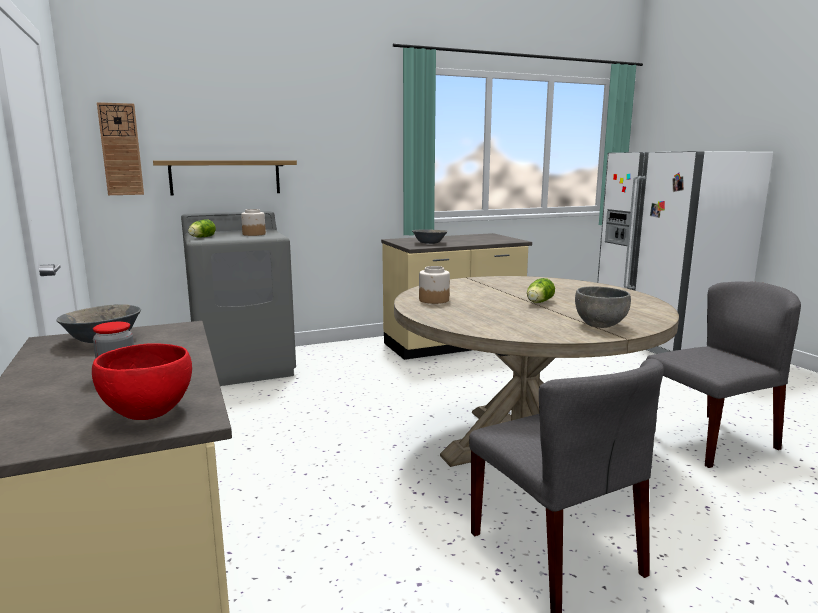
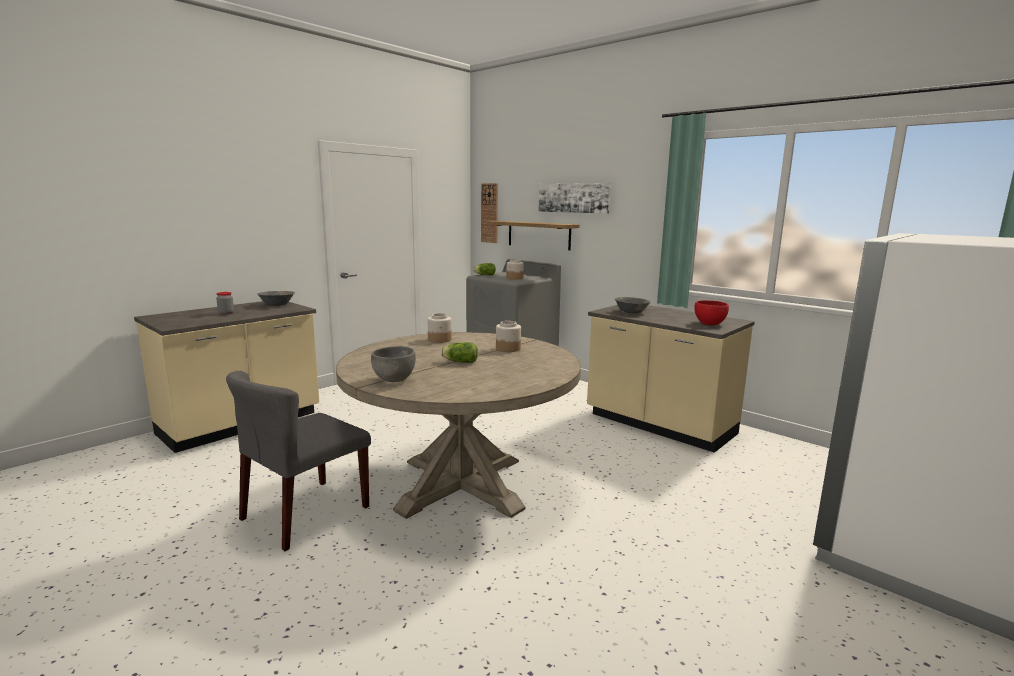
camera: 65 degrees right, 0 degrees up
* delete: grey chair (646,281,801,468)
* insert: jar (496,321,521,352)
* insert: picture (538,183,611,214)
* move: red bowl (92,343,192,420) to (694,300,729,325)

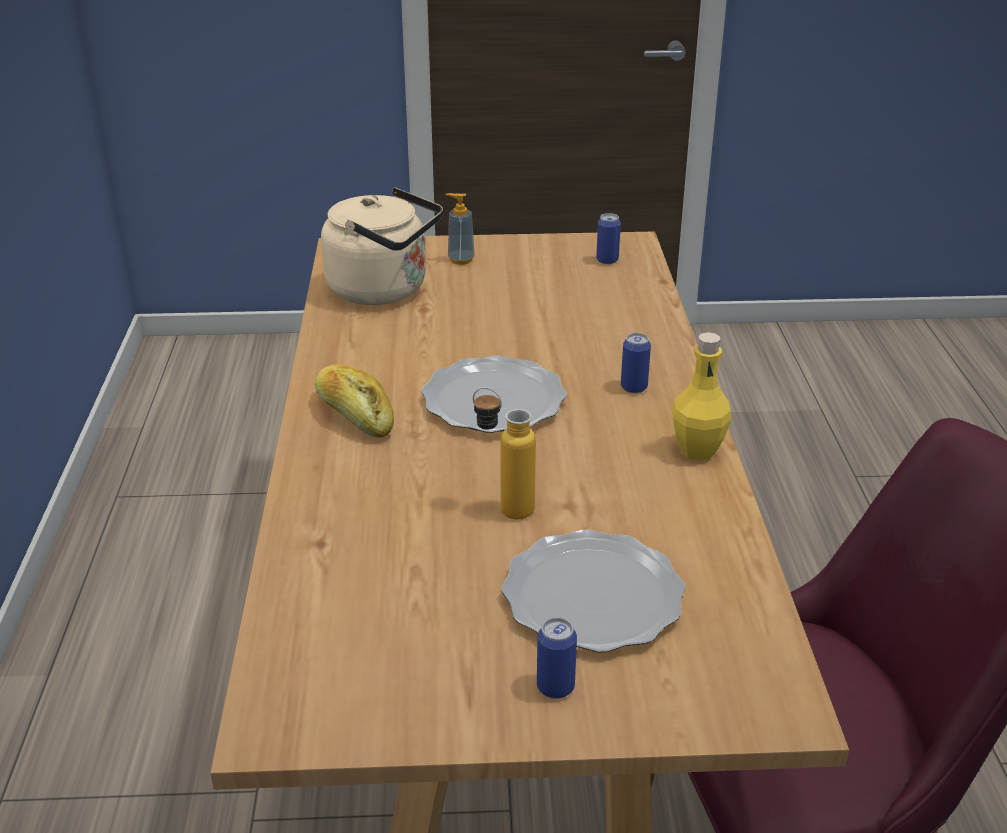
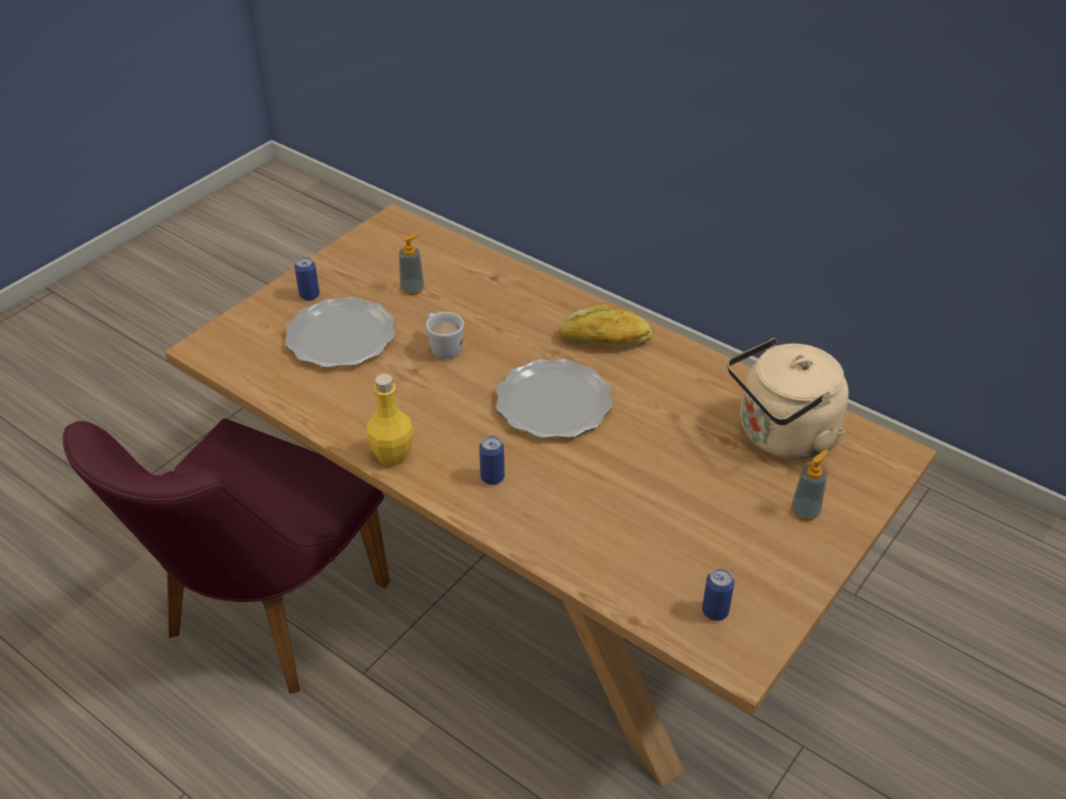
camera: 130 degrees right, 10 degrees up
* insert: soap dispenser (399,233,424,295)
* replace: bottle (473,387,536,519) to white mug (426,312,464,359)

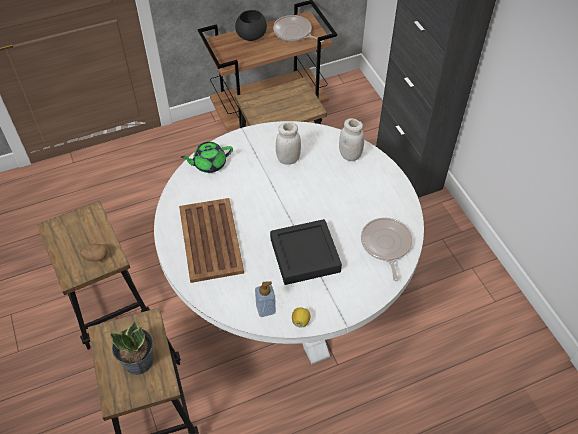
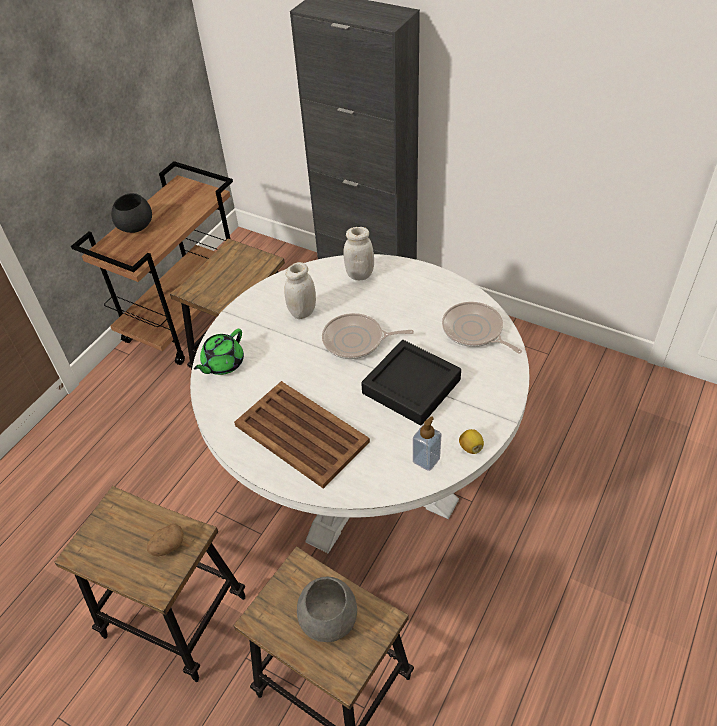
camera: 35 degrees left, 5 degrees down
* move: frying pan (273,15,324,42) to (322,313,414,359)
* replace: potted plant (110,322,153,375) to grey bowl (297,577,357,642)

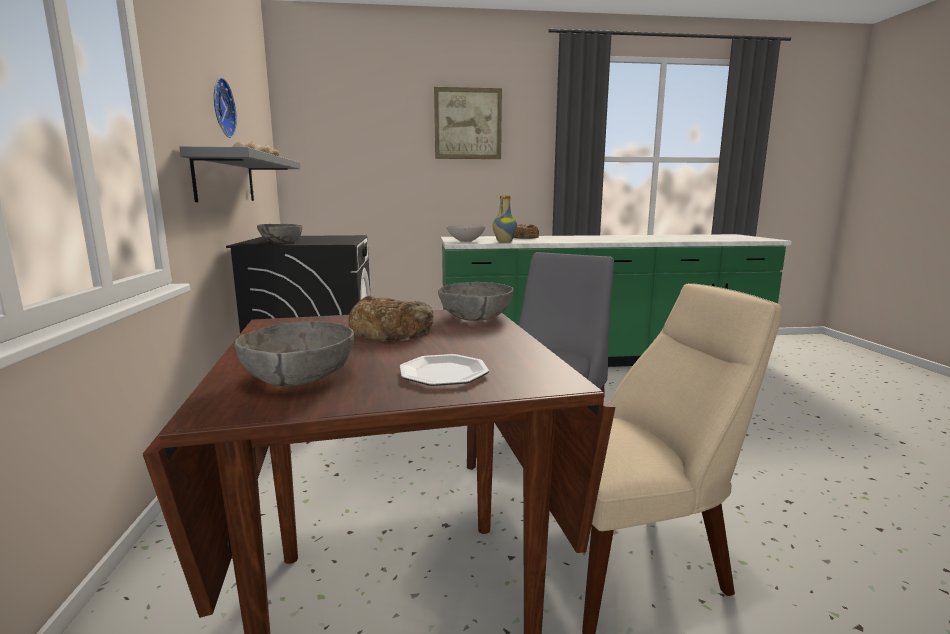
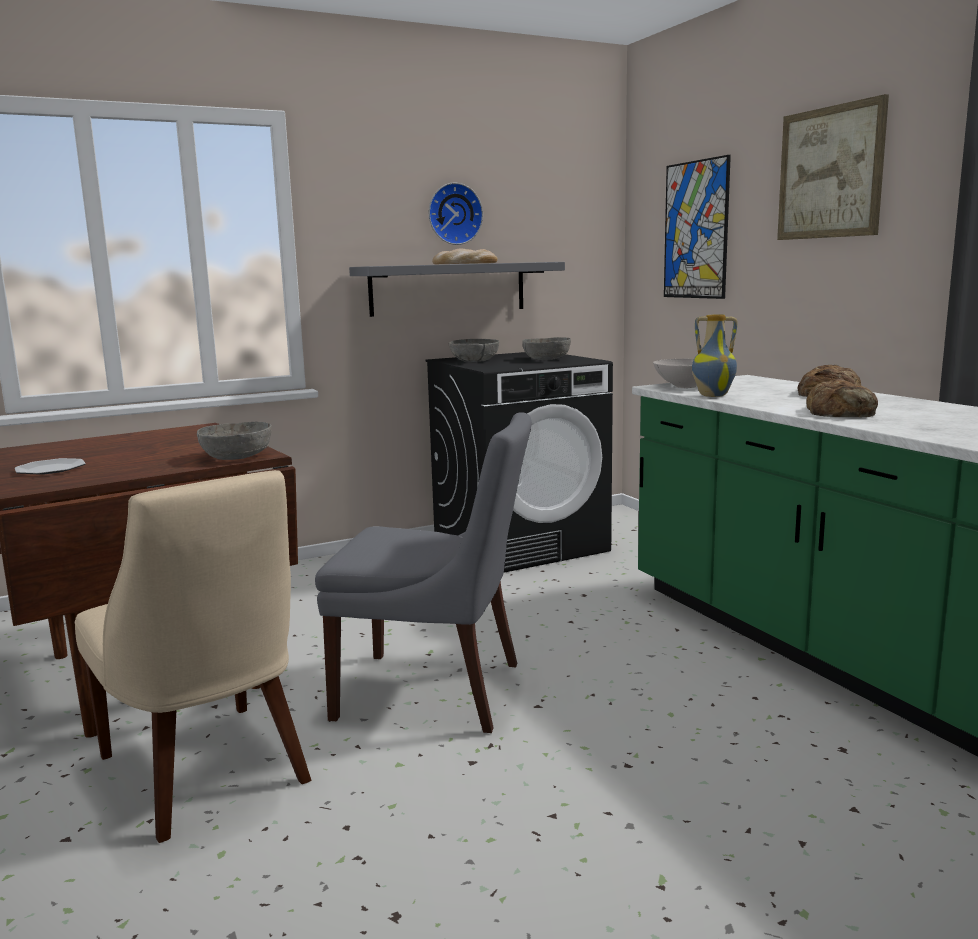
camera: 70 degrees right, 0 degrees up
* insert: picture (664,155,731,299)
* move: grey bowl (235,321,354,386) to (522,337,571,360)
* move: bread (348,296,433,342) to (806,378,878,417)

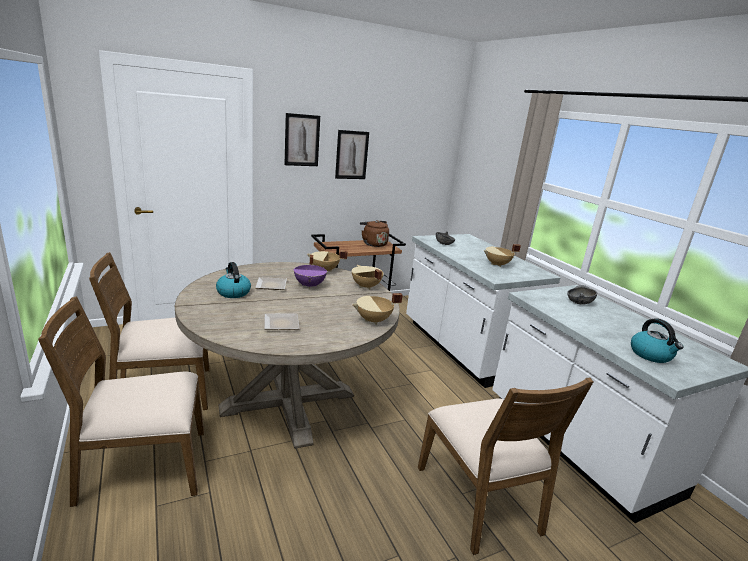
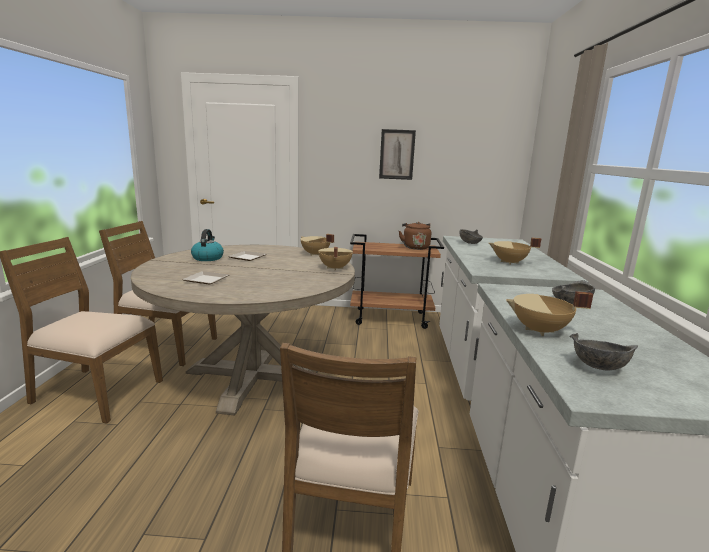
camera: 30 degrees right, 5 degrees down
* delete: picture (284,113,320,166)
* delete: purple cooking pot (294,255,327,289)
* move: beige cooking pot (352,293,403,325) to (506,291,593,336)
* replace: kettle (631,319,683,363) to grey bowl (570,333,638,371)

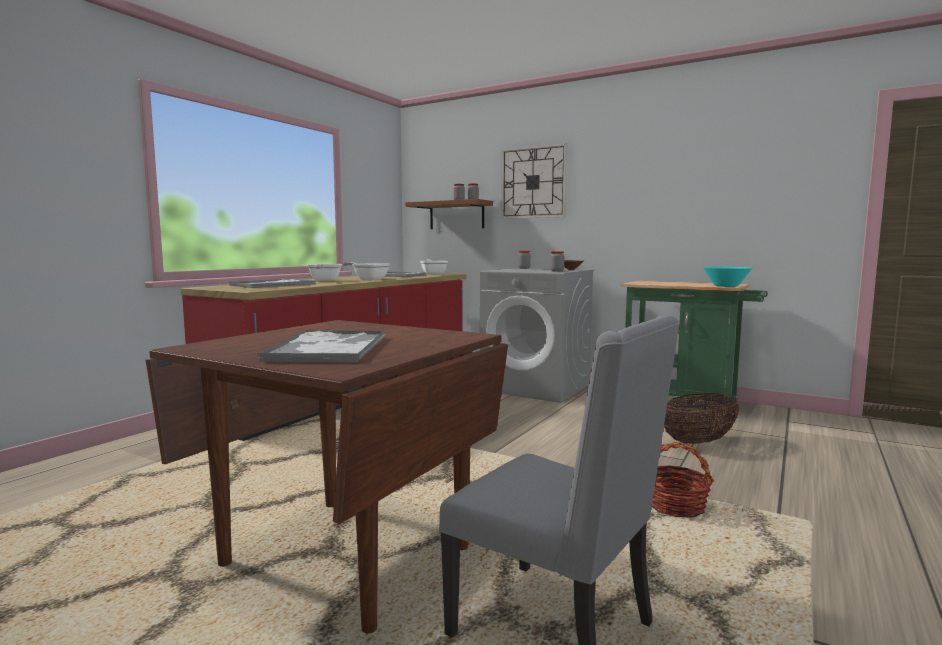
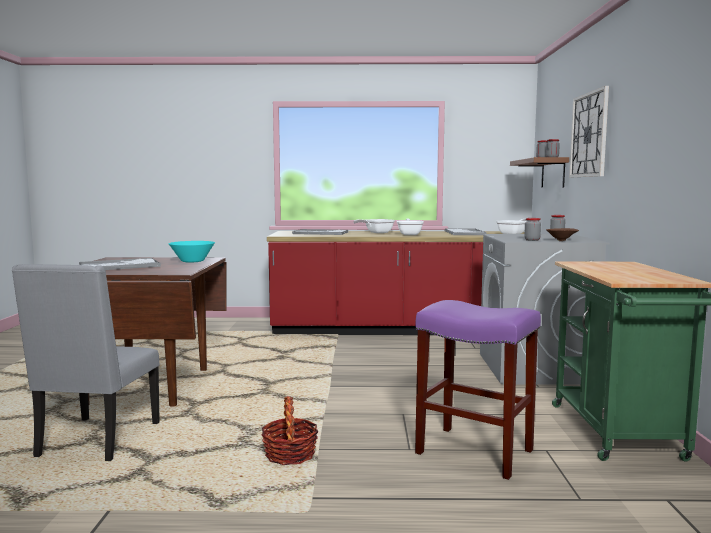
camera: 60 degrees right, 0 degrees up
* move: turquoise bowl (703,267,752,287) to (169,241,215,262)
* replace: basket (664,393,739,444) to purple stool (415,300,541,480)

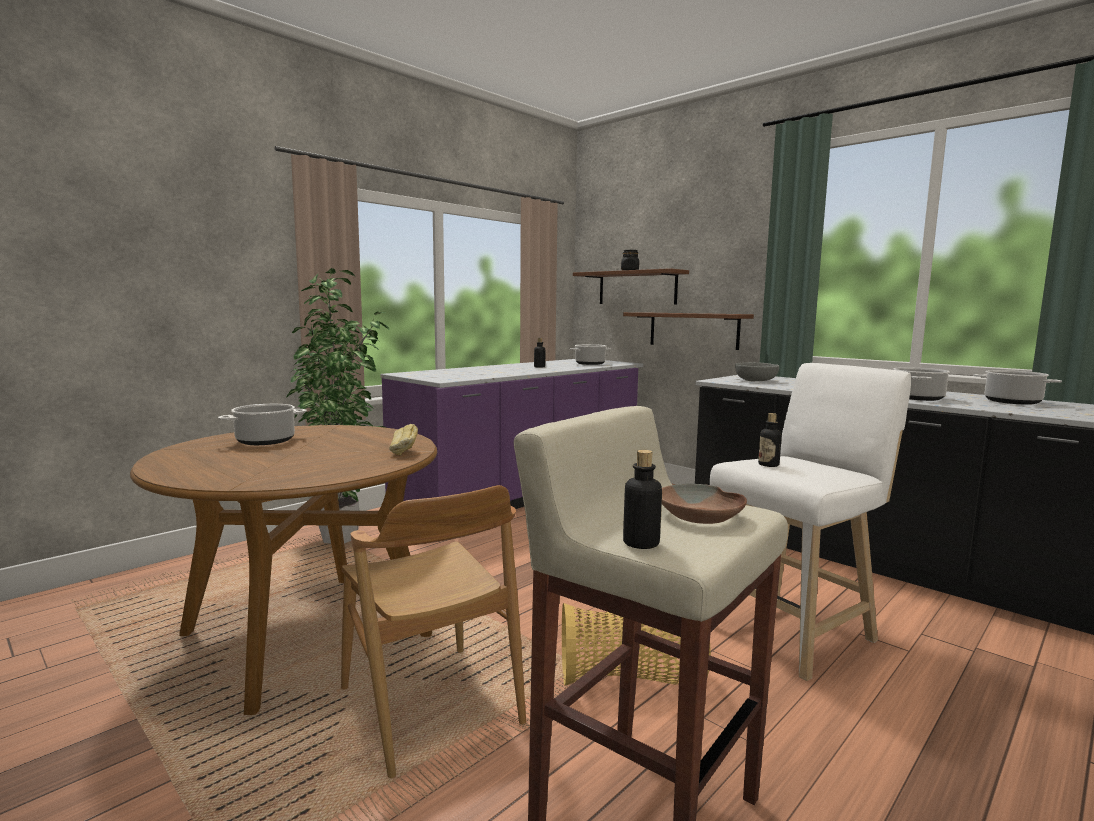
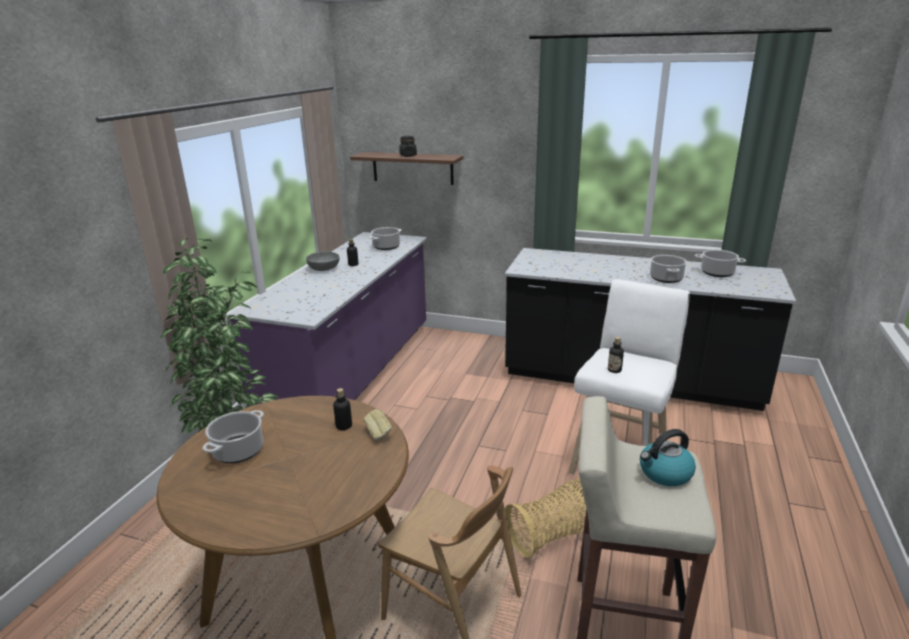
camera: 25 degrees left, 15 degrees up
* delete: brown shelf (623,312,754,350)
* move: bottle (623,450,662,549) to (333,388,352,430)
* move: grey bowl (735,362,779,381) to (306,251,339,271)
* replace: brown bowl (662,484,747,524) to kettle (640,429,696,486)

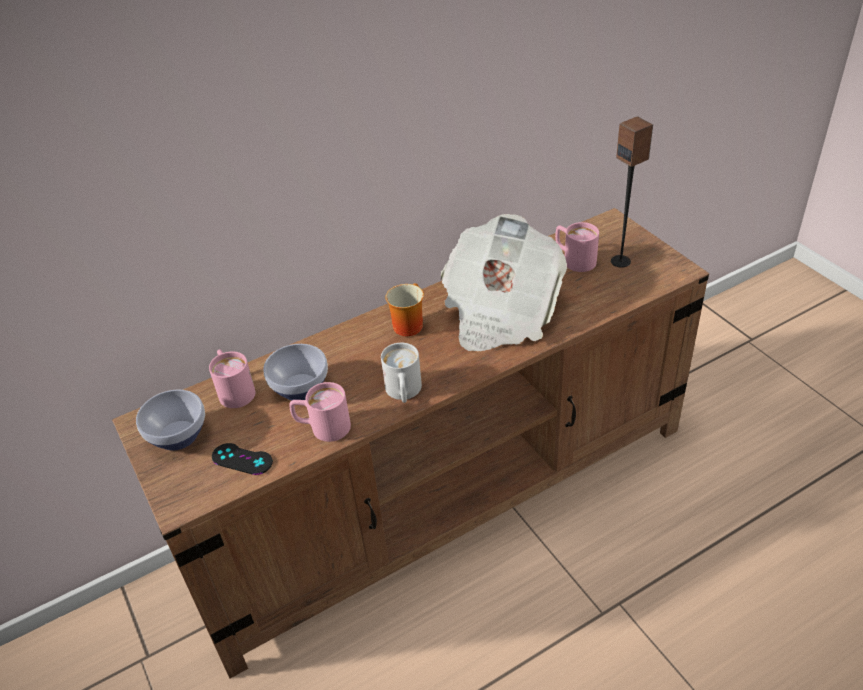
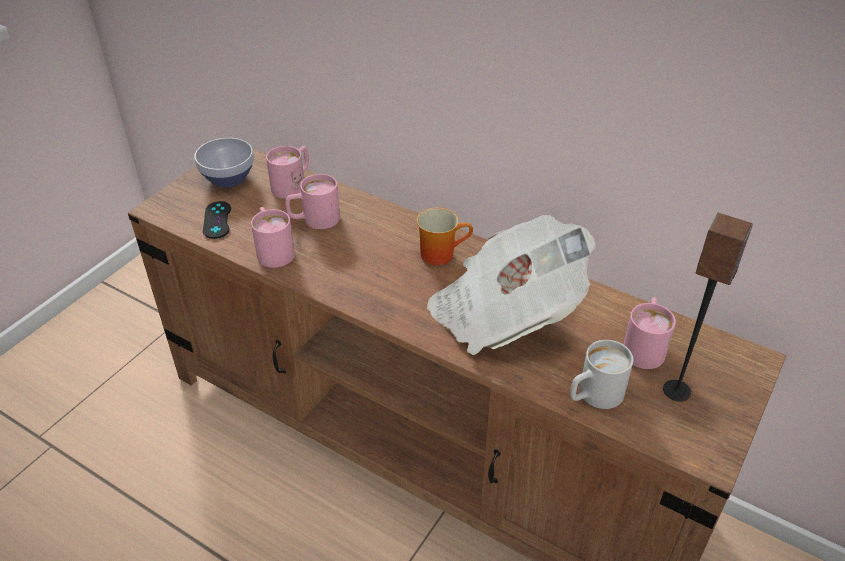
camera: 60 degrees right, 0 degrees up
* move: white mug (381,343,422,403) to (570,340,634,409)
* replace: bowl (263,344,328,400) to pink mug (285,174,340,229)

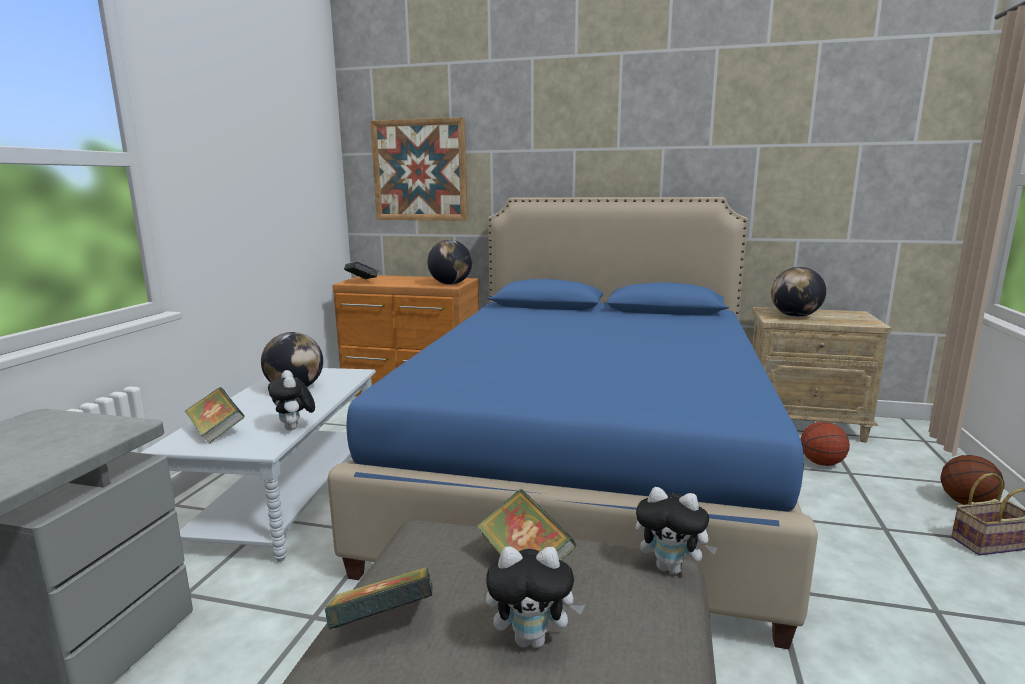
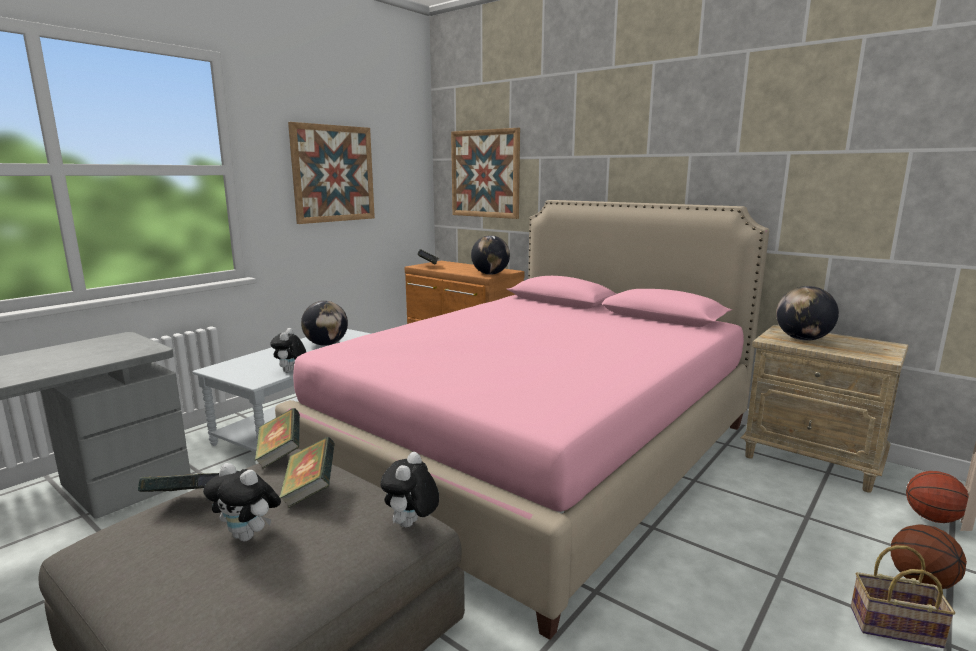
camera: 25 degrees right, 0 degrees up
* insert: picture (288,122,375,224)
* move: book (184,387,245,444) to (255,408,300,468)
* move: basketball (801,422,850,466) to (906,471,969,523)
* recolor: blue bed (327,197,818,649) to pink bed (275,200,769,640)
* rotate: plush toy (636,487,718,574) = (381,452,439,527) 60 degrees clockwise

